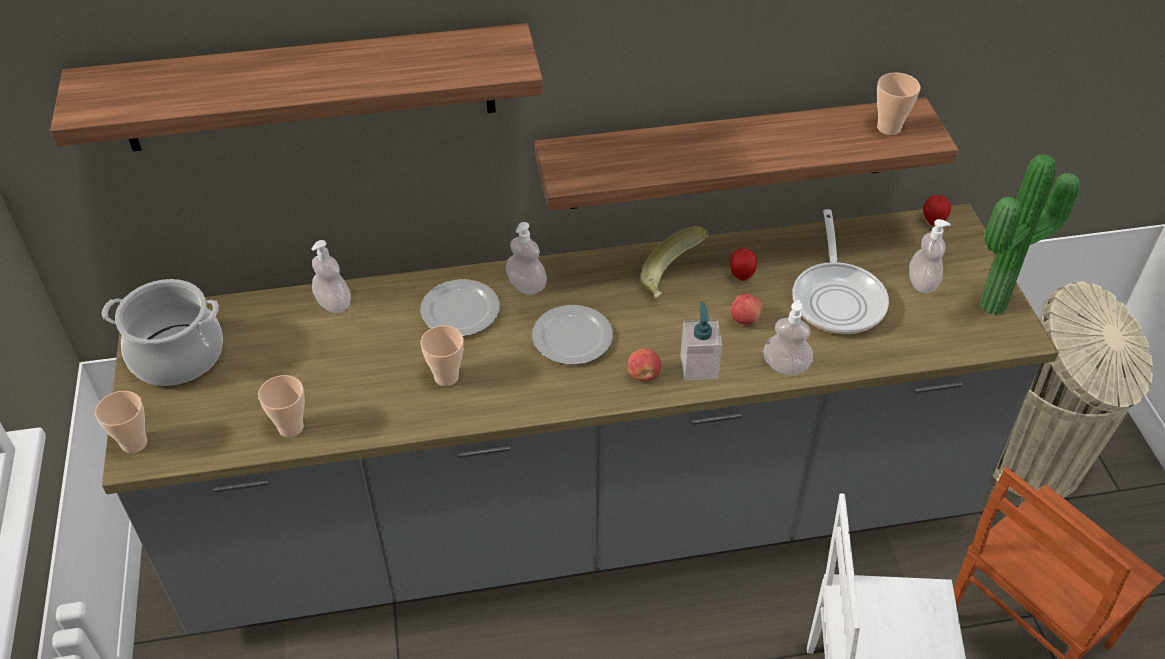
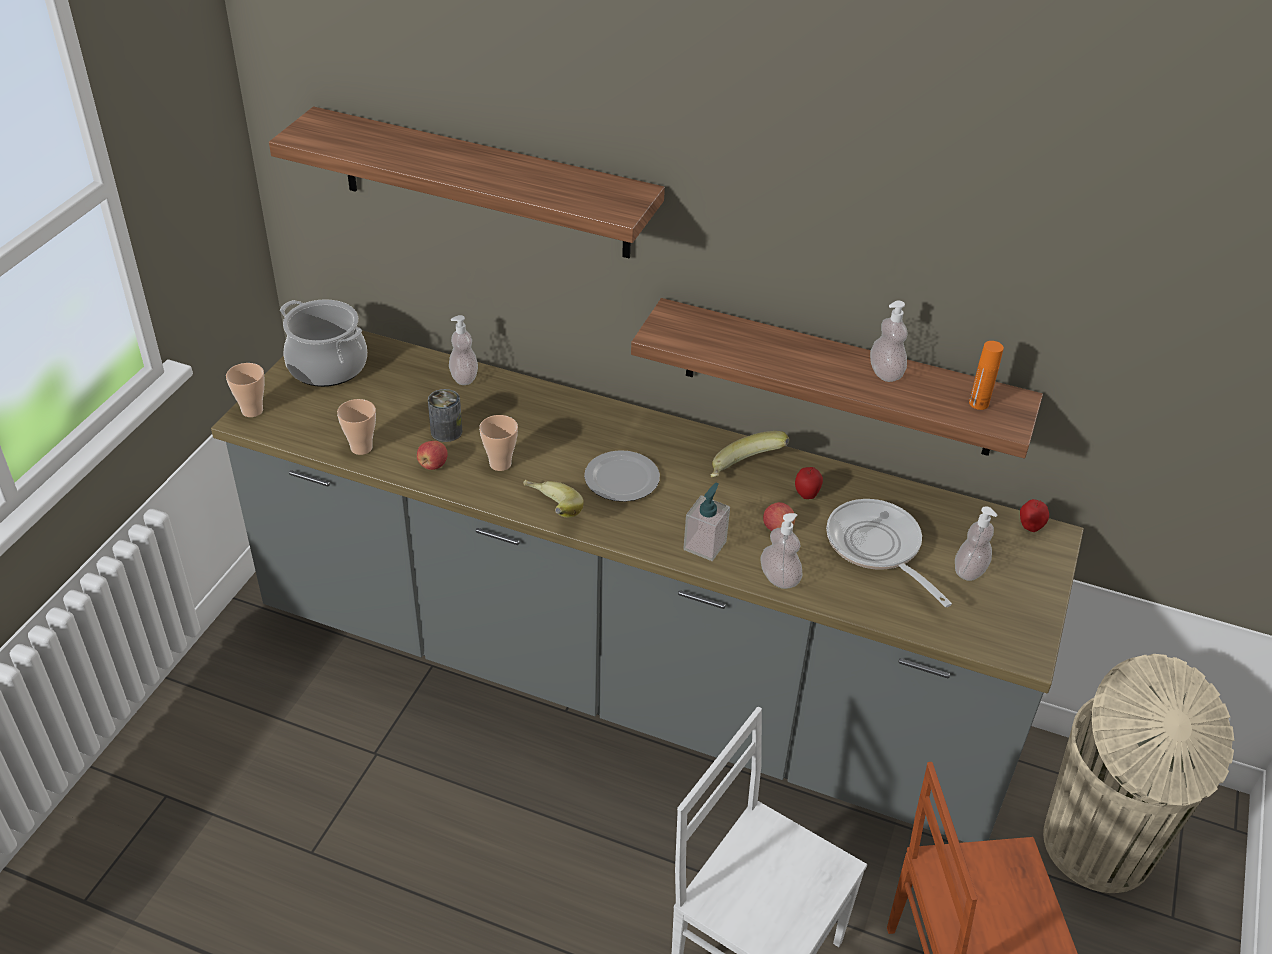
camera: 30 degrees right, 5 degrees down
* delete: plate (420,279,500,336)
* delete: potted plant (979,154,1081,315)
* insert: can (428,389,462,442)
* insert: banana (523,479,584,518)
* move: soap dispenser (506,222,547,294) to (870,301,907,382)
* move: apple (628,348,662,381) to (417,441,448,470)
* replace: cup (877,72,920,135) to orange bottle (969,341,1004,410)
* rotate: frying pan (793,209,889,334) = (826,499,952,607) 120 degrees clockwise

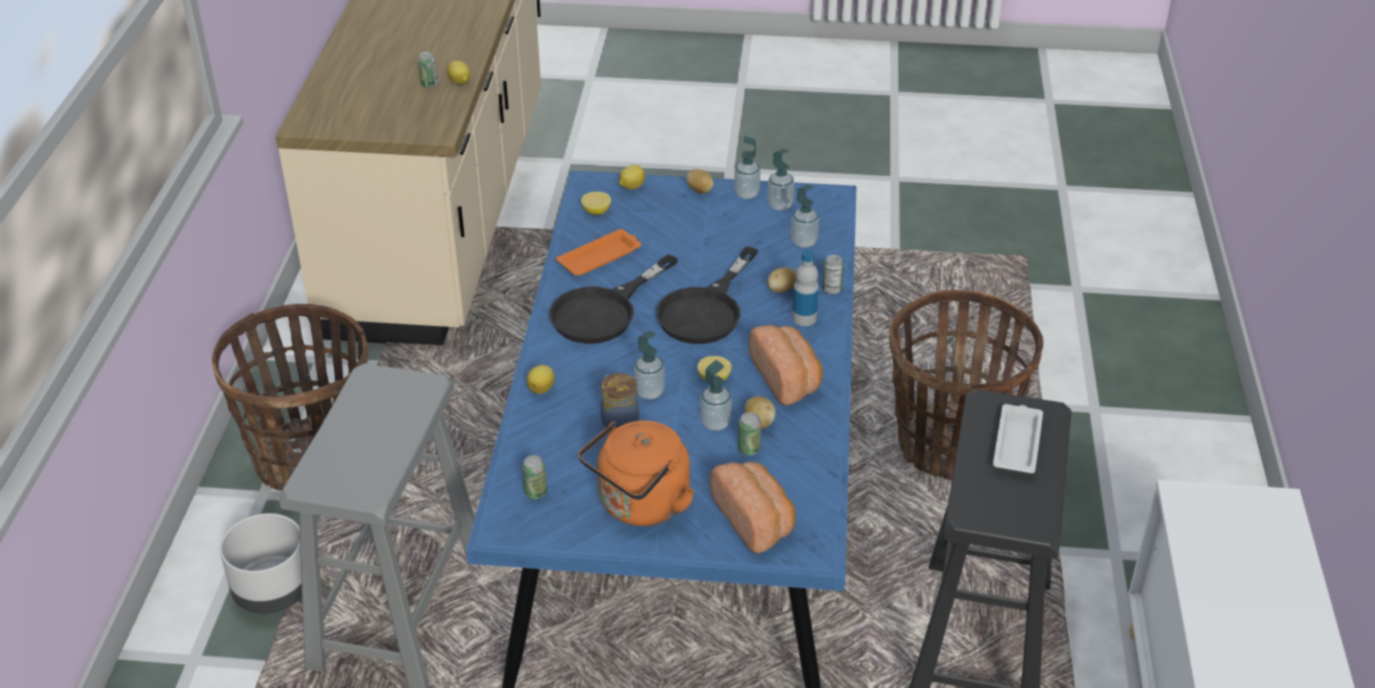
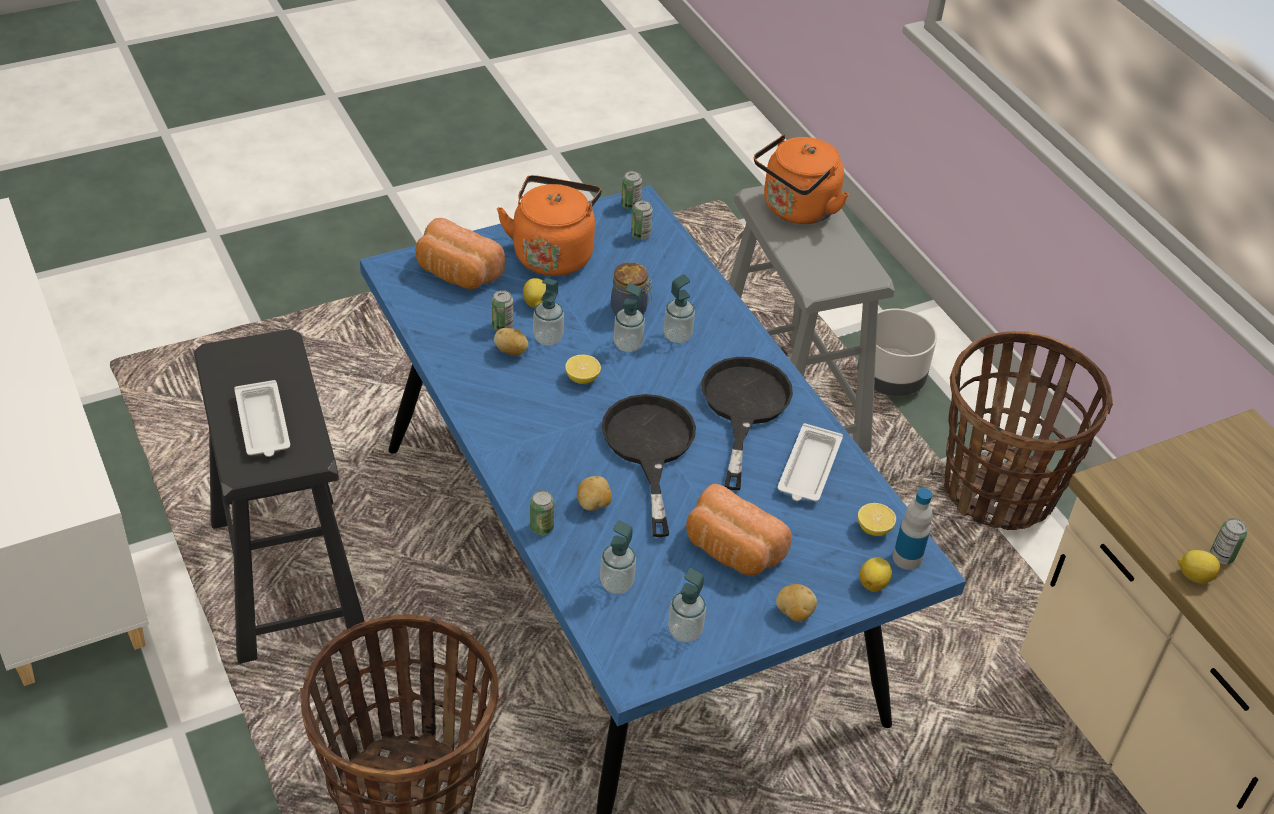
camera: 145 degrees right, 5 degrees up
* insert: can (621,171,642,210)
* insert: orange kettle (754,134,849,224)
* move: lemon (526,365,555,394) to (523,278,546,308)
* move: soap dispenser (734,136,760,199) to (664,274,695,343)
* move: bread (749,325,823,405) to (686,484,792,575)
* move: bottle (792,249,819,326) to (893,488,933,570)
* recolor: orange tray (556,229,641,275) to white tray (778,423,843,501)

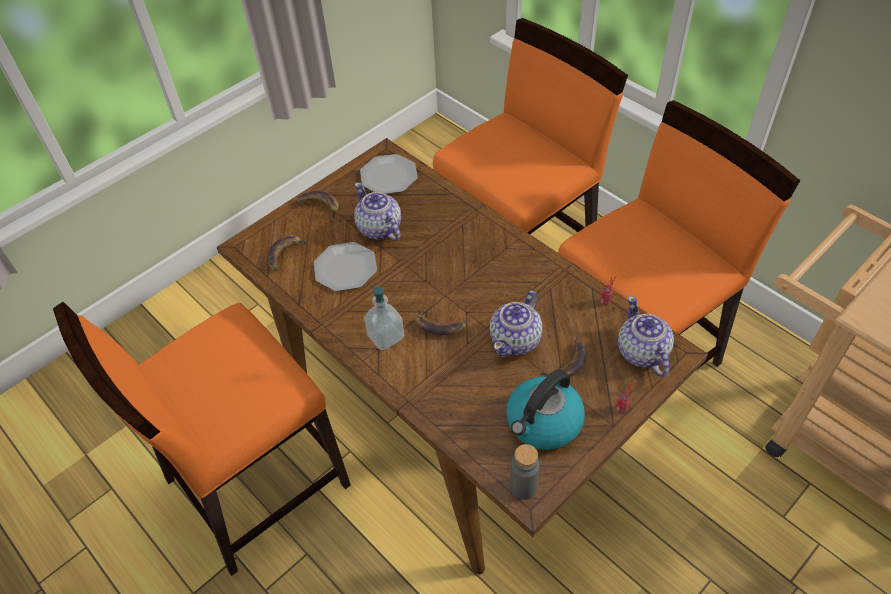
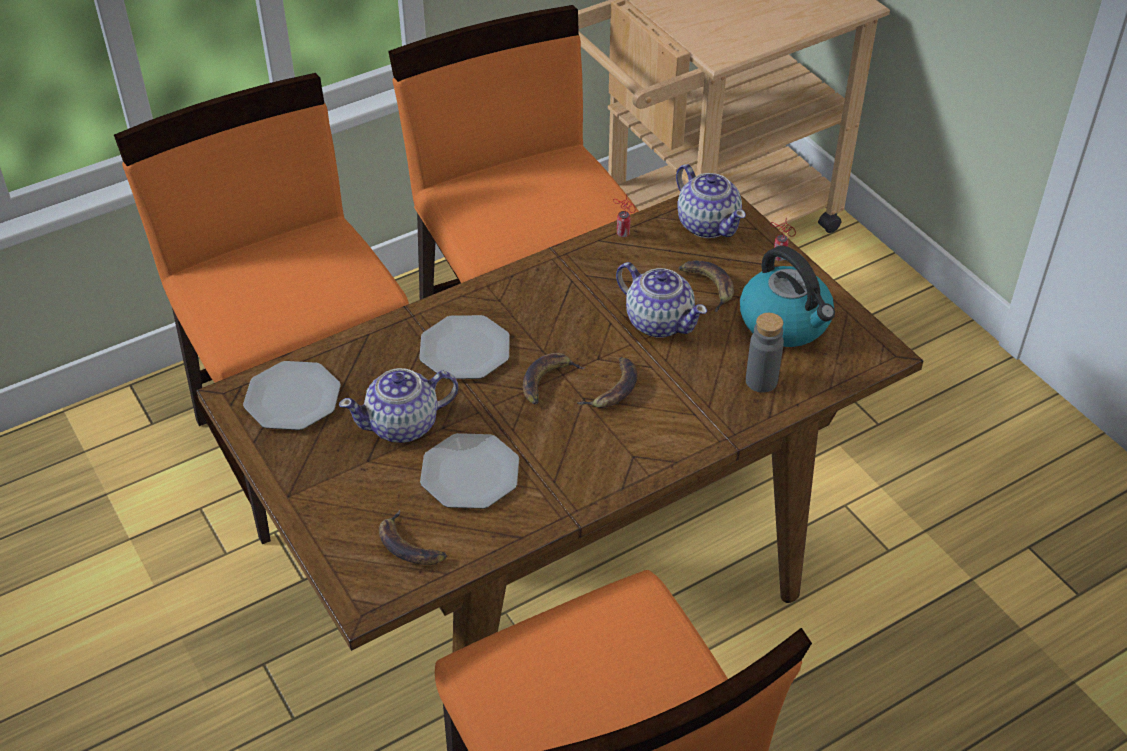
camera: 80 degrees left, 5 degrees down
* delete: soap dispenser (364,285,404,350)
* insert: plate (419,315,510,379)
* move: banana (295,191,339,220) to (523,353,585,405)
* move: grey bottle (510,444,539,500) to (746,313,784,393)
* rotate: teapot (618,296,674,377) = (676,164,746,238) 120 degrees counterclockwise

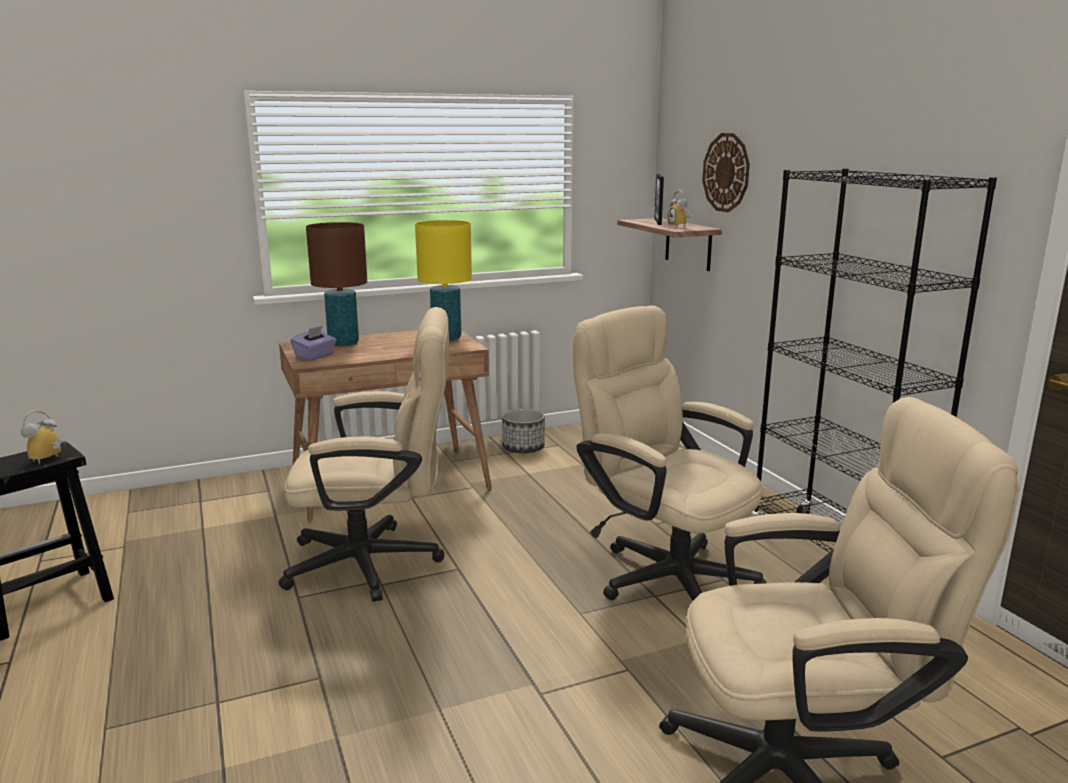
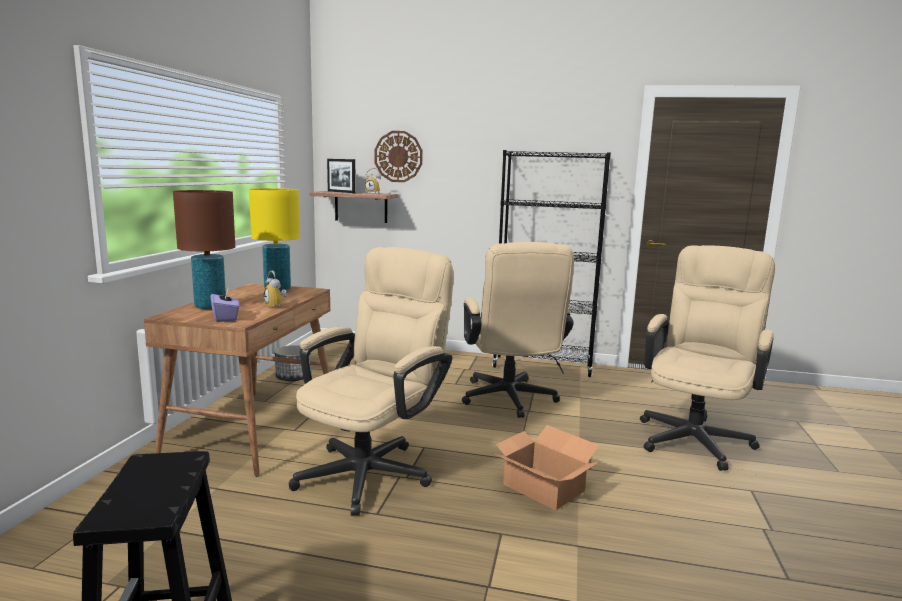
camera: 55 degrees left, 5 degrees down
* insert: cardboard box (493,425,599,510)
* move: alarm clock (21,410,63,465) to (264,271,287,309)
* rotate: beige office chair (573,306,767,601) = (462,242,574,418) 90 degrees counterclockwise

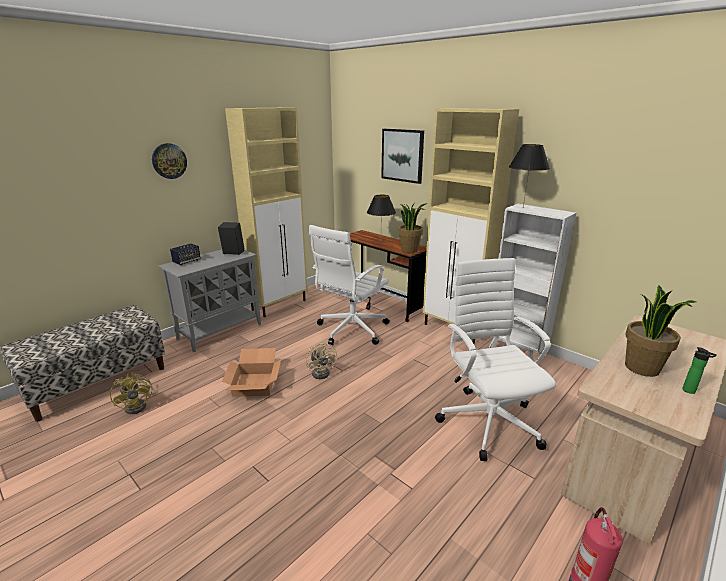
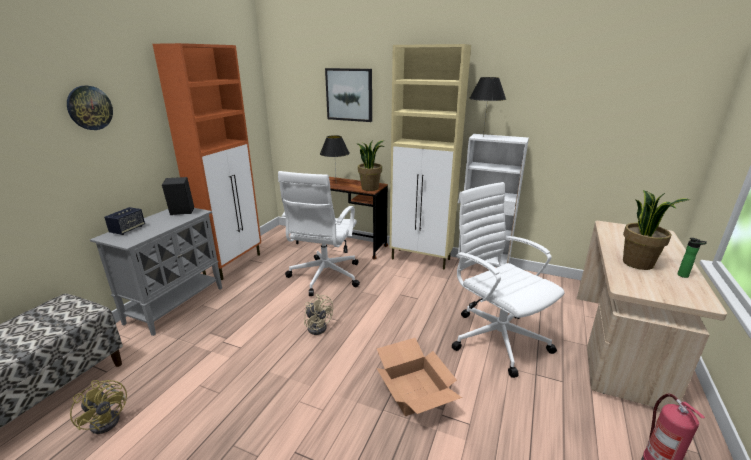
camera: 20 degrees left, 0 degrees up
* move: cardboard box (222,348,281,397) to (377,338,462,416)
* recolor: beige cabinet (225,108,307,317) to orange cabinet (153,43,261,280)

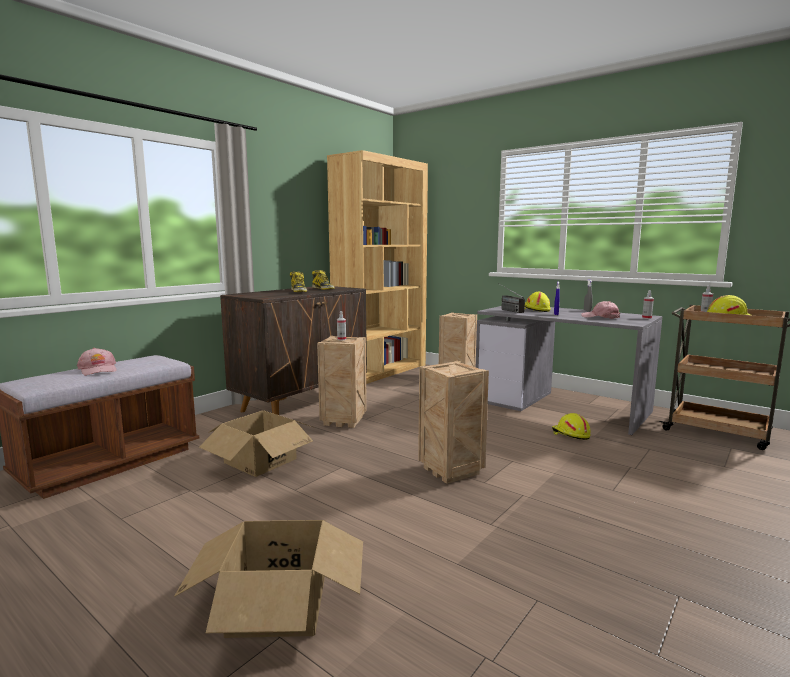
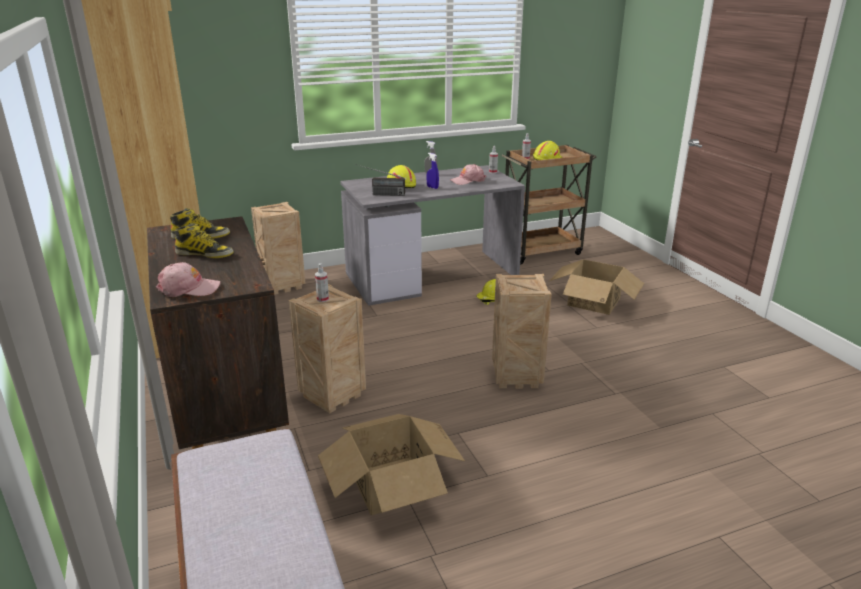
camera: 60 degrees left, 15 degrees up
* move: pink cap (77,348,117,375) to (156,262,221,297)
* move: cardboard box (174,520,363,638) to (549,259,644,315)

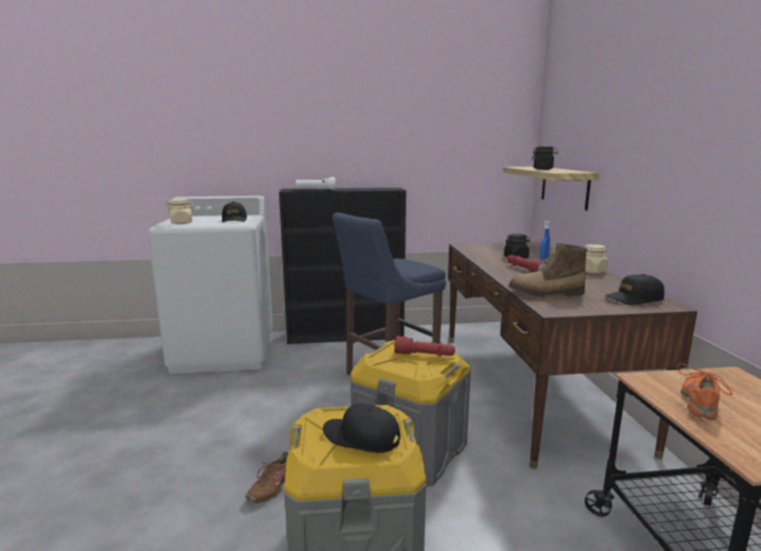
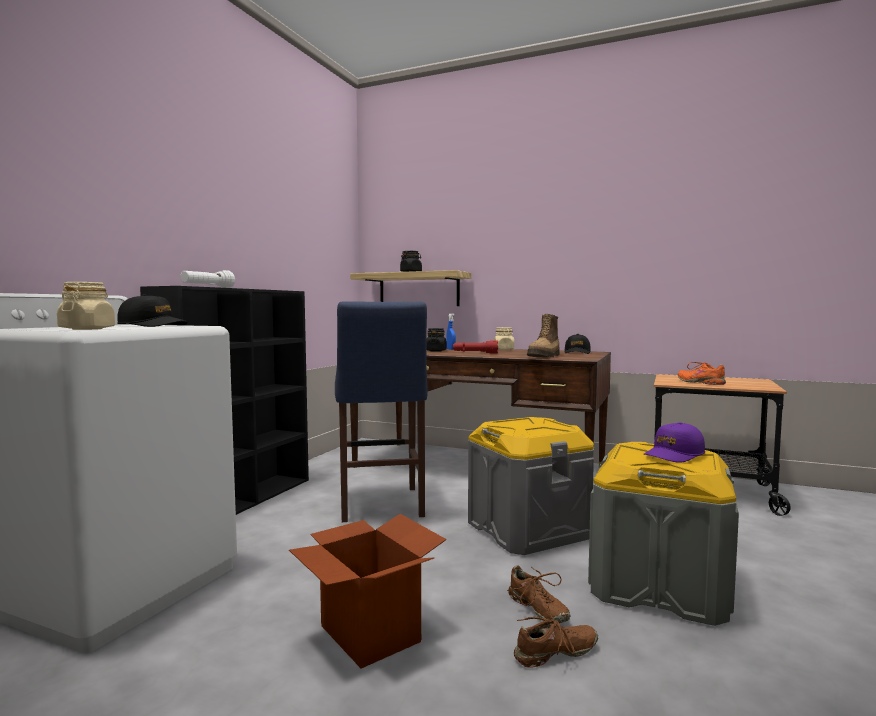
camera: 60 degrees left, 10 degrees down
* delete: red flashlight (394,336,455,357)
* insert: cardboard box (289,514,446,669)
* insert: brown shoe (514,604,598,667)
* recolor: black cap (323,403,401,453) to purple cap (644,422,705,463)

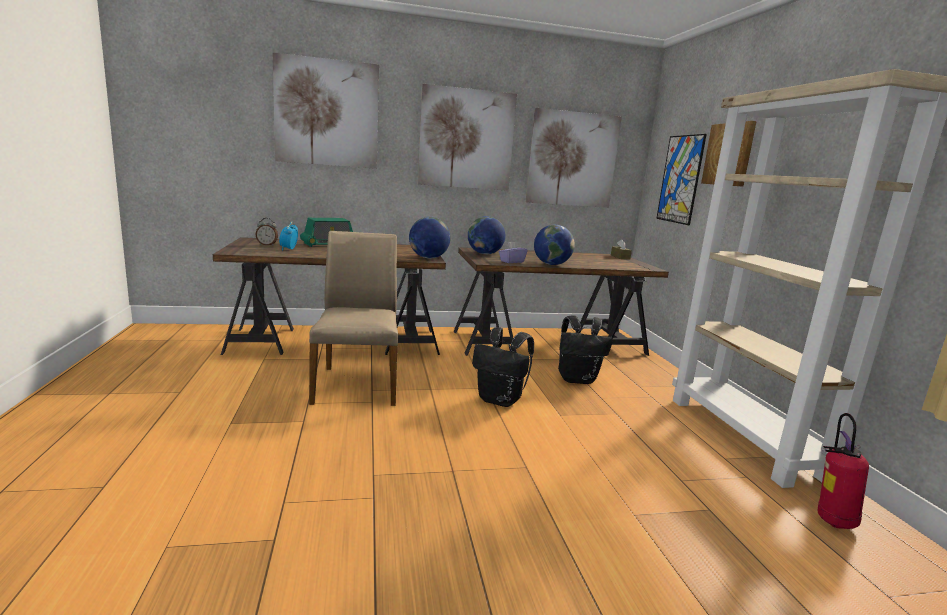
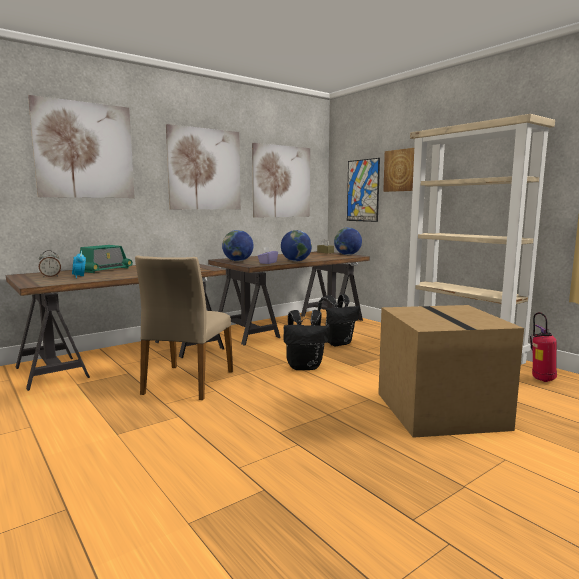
camera: 25 degrees left, 5 degrees down
* insert: cardboard box (378,305,524,438)
* move: globe (409,217,451,259) to (334,227,362,255)
* rotate: beige chair (309,231,398,406) = (135,256,233,400) 135 degrees counterclockwise

